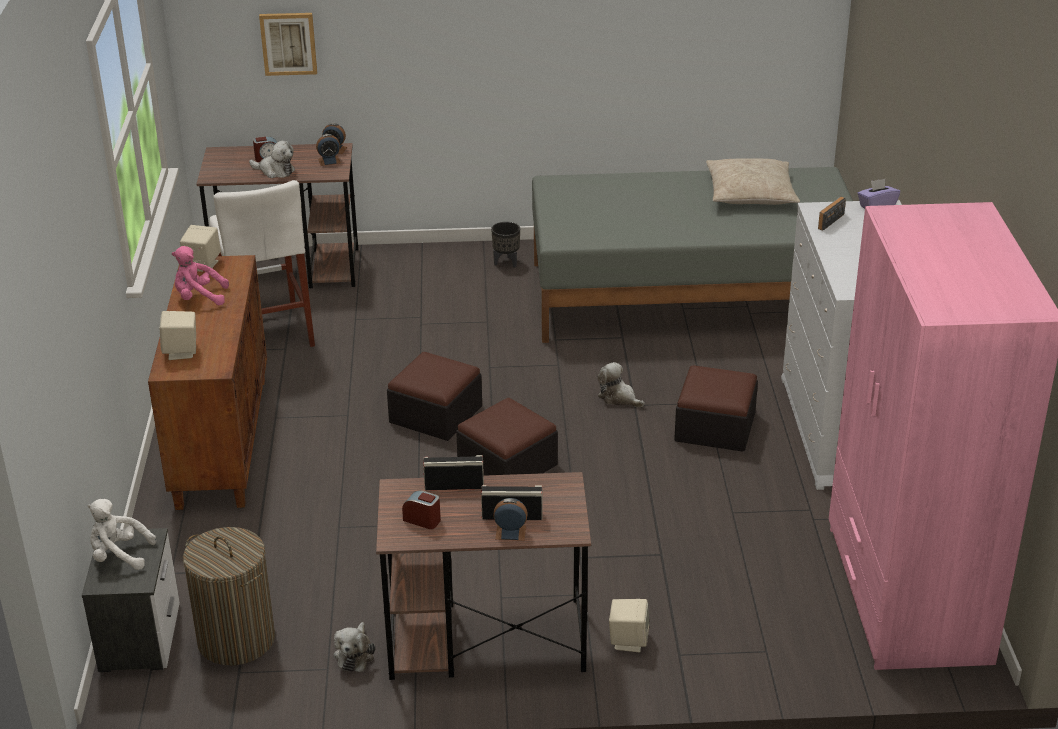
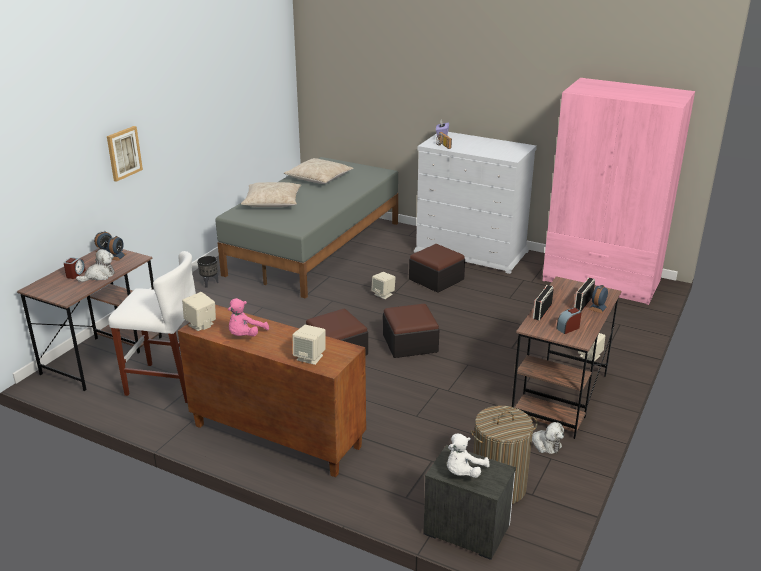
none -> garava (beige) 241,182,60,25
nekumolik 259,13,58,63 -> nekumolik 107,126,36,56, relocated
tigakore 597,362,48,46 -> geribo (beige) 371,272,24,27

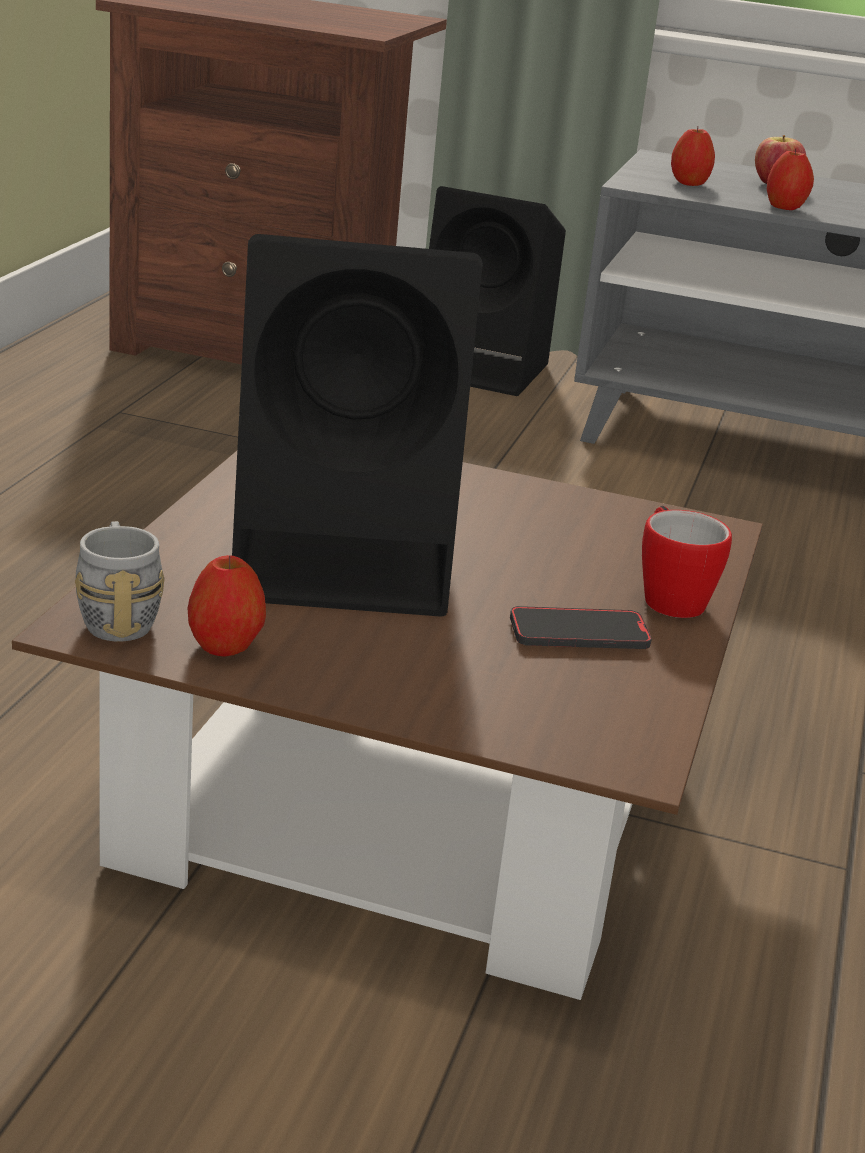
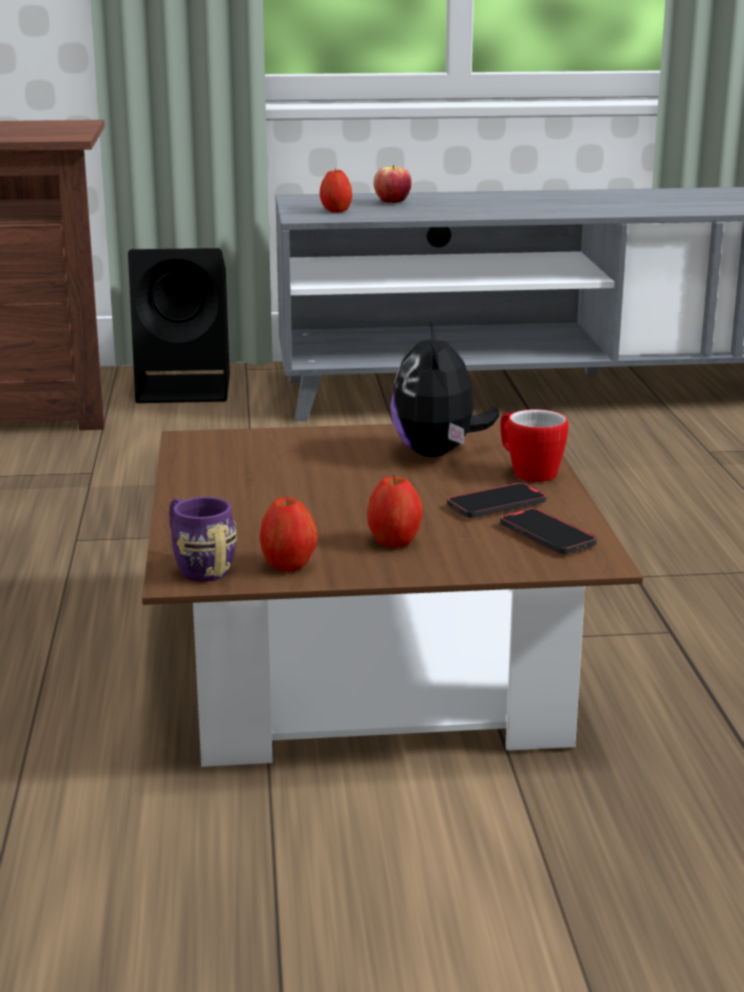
geribo (black) 232,234,251,383 -> none
none -> tigakore 391,322,108,135
none -> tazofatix 500,508,97,46
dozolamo 767,149,47,61 -> dozolamo 367,475,56,72, relocated
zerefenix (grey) 75,521,89,120 -> zerefenix (purple) 169,497,68,85

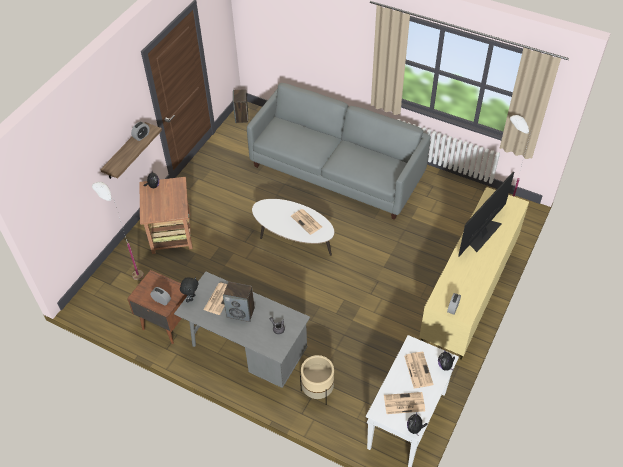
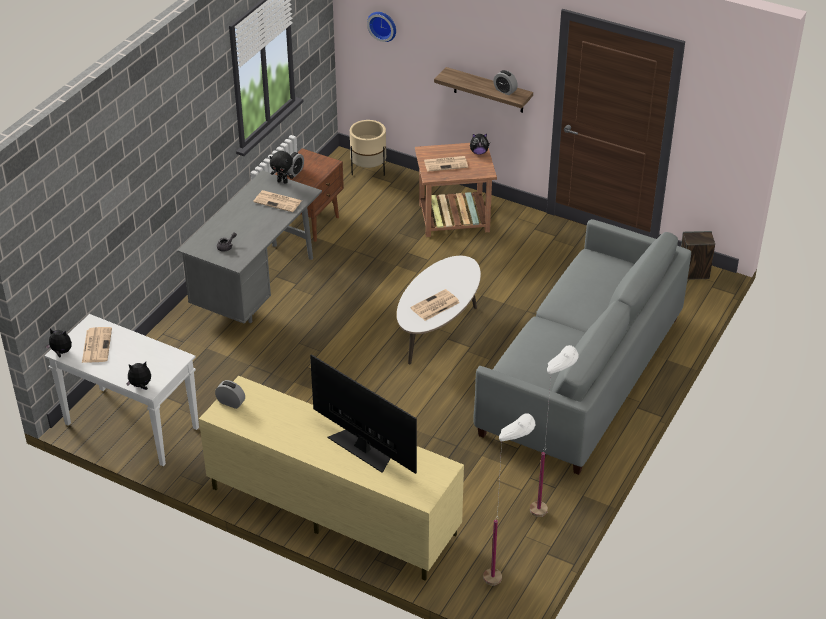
geribo 223,282,32,40 -> none
none -> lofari 367,12,29,30
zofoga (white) 92,182,52,98 -> zofoga (white) 530,345,49,172, relocated
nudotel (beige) 300,355,34,50 -> nudotel (beige) 350,120,36,56, relocated
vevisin 404,352,29,36 -> vevisin 424,156,44,16, relocated

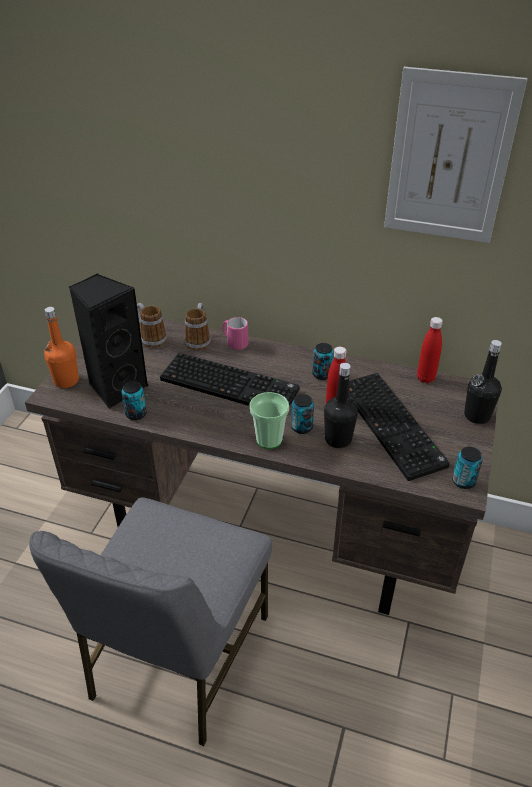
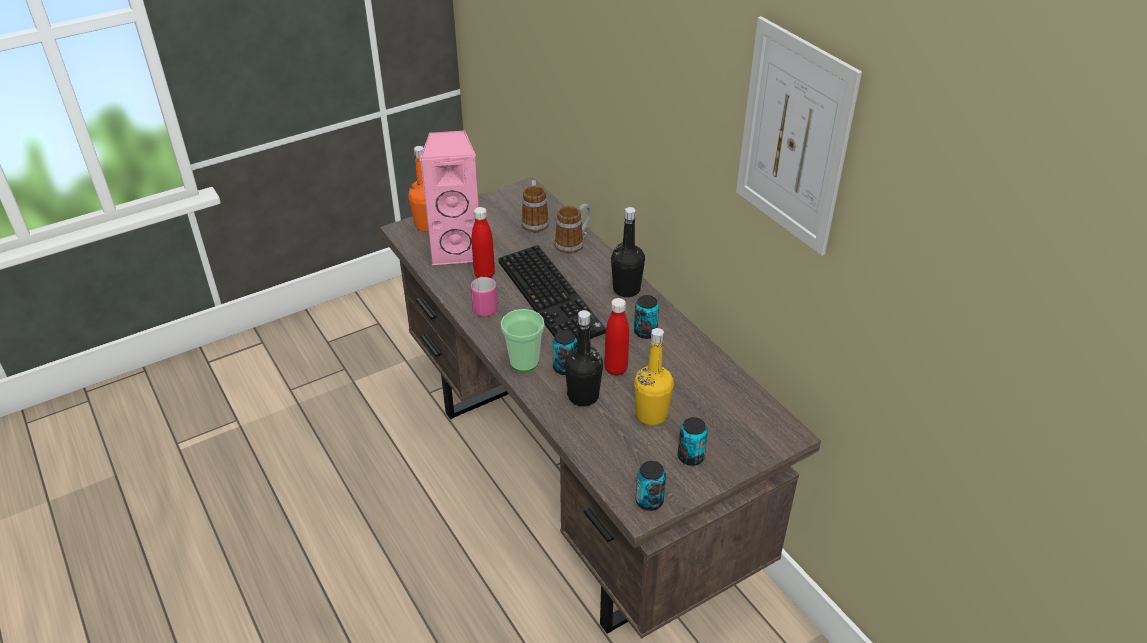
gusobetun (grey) 29,497,243,249 -> none
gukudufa 121,381,26,39 -> gukudufa 678,417,30,49, relocated
zerefenix (pink) 223,317,25,33 -> zerefenix (pink) 471,277,27,40, relocated
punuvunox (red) 417,317,26,66 -> punuvunox (red) 472,207,23,71, relocated
punuvunox (black) 464,340,38,84 -> punuvunox (black) 611,207,34,90, relocated
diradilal 348,373,102,108 -> punuvunox (yellow) 634,328,40,97
geribo (black) 69,274,79,135 -> geribo (pink) 420,130,59,136

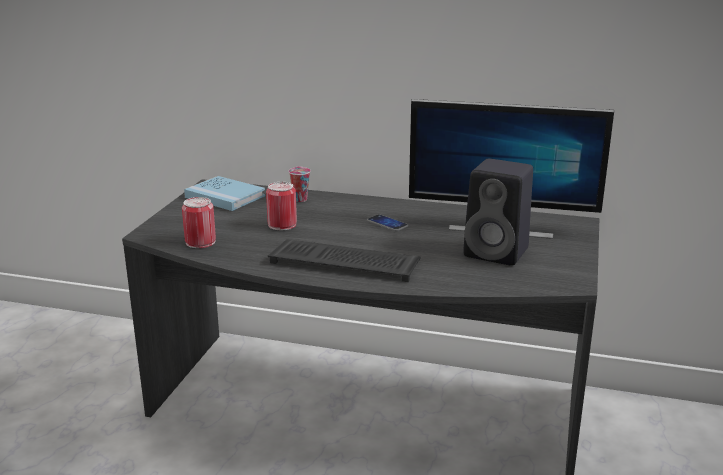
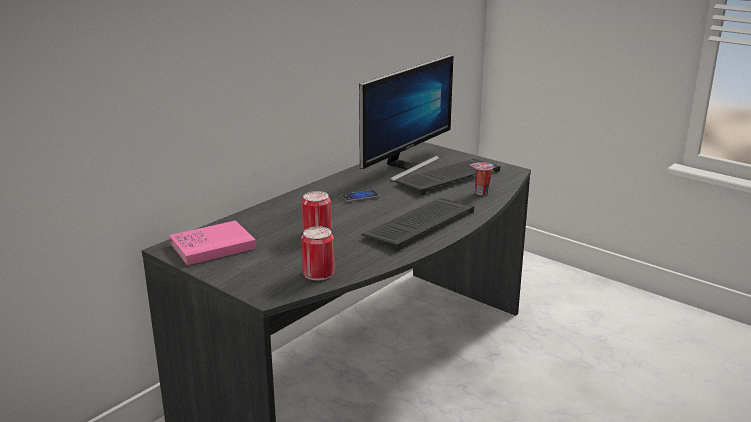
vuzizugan 289,166,22,36 -> vuzizugan 470,162,24,33, relocated
geribo (black) 463,159,70,107 -> diradilal 395,159,106,36
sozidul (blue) 184,176,81,35 -> sozidul (pink) 169,220,87,45

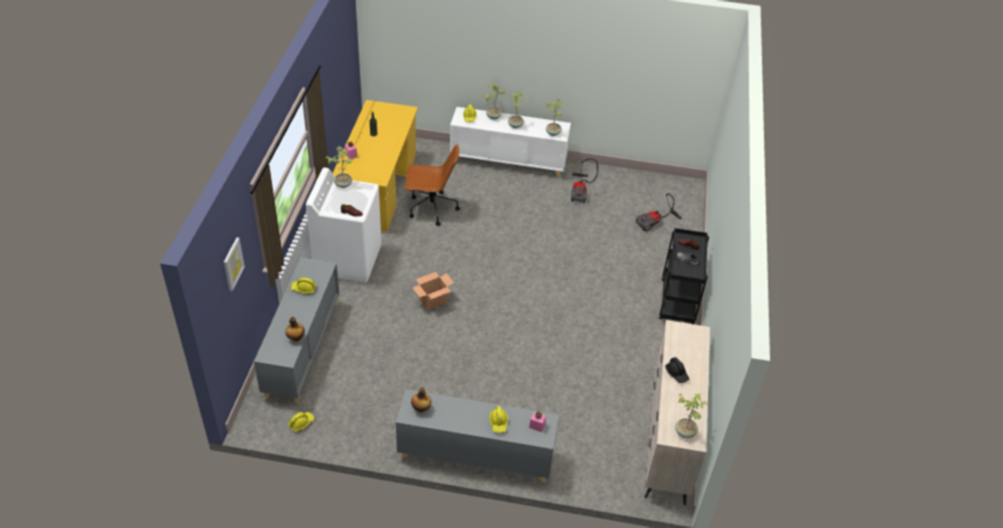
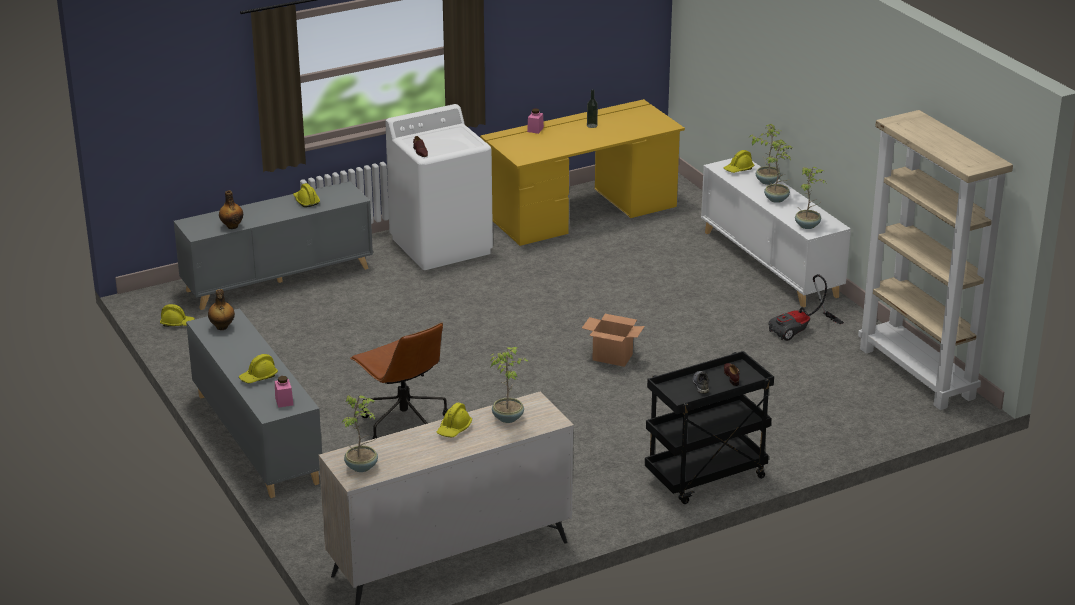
nekumolik 224,237,21,54 -> none
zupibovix 636,193,46,38 -> none
none -> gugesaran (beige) 858,110,155,300
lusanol 325,146,28,42 -> lusanol 490,347,38,76, relocated
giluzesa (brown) 405,144,55,82 -> giluzesa (brown) 350,323,98,116, relocated
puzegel 412,272,42,39 -> puzegel 582,314,63,53, relocated
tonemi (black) 665,357,24,26 -> tonemi (yellow) 437,403,35,34

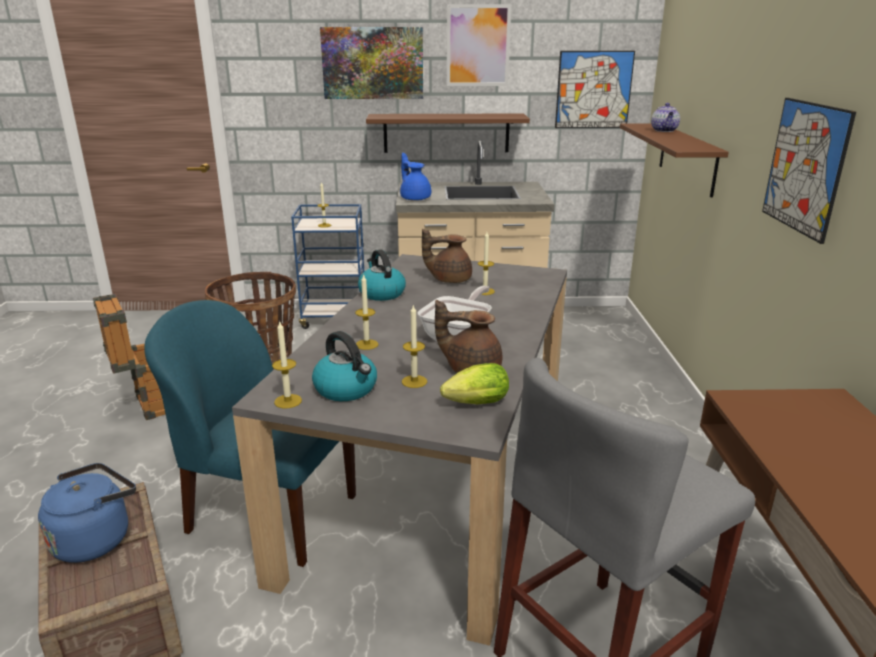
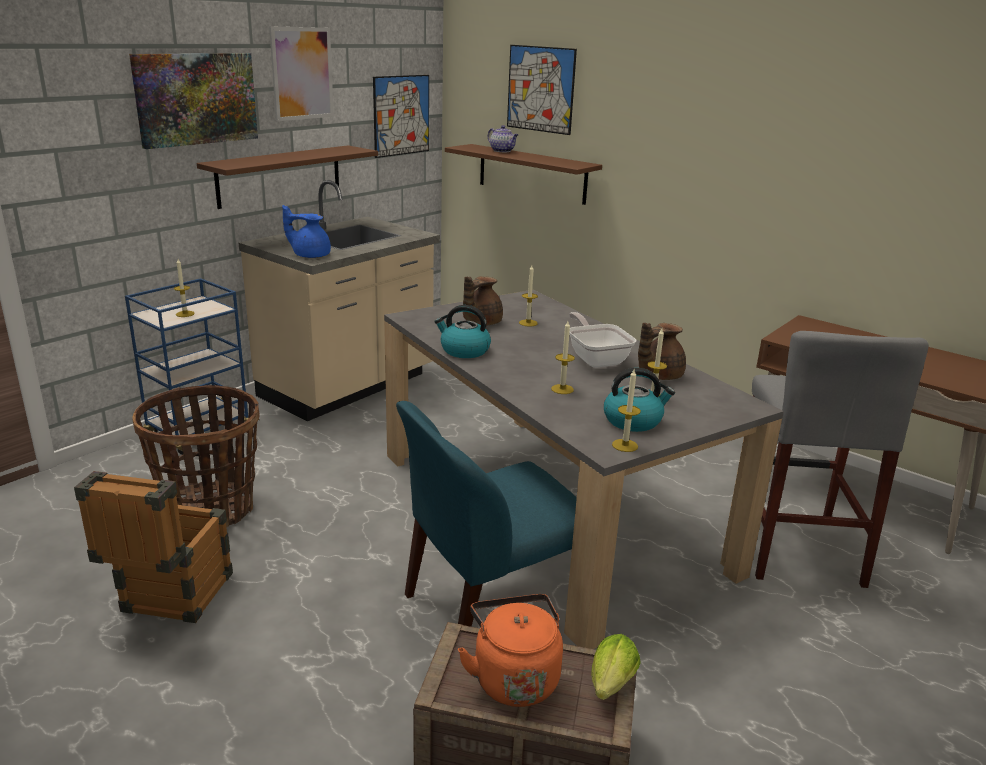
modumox 440,363,69,41 -> modumox 591,634,50,66, relocated
nekumolik 762,98,94,146 -> nekumolik 507,45,70,90, relocated
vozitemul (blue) 38,463,98,100 -> vozitemul (orange) 458,594,105,113

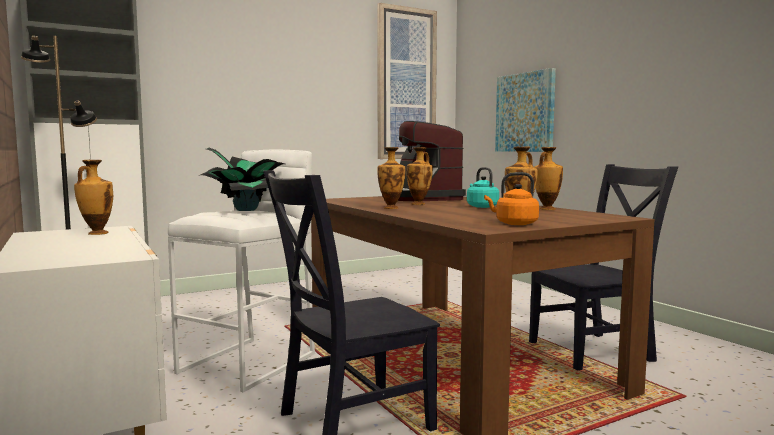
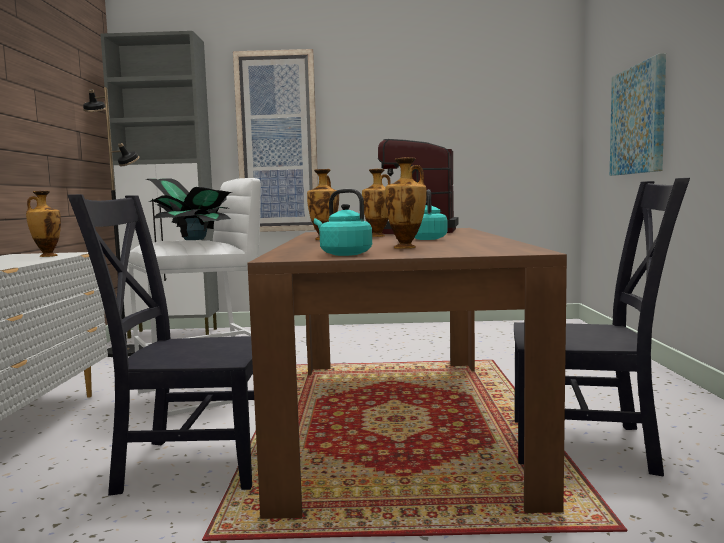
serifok 534,147,29,63 -> none
nekumolik 377,3,60,156 -> nekumolik 233,49,85,183, relocated
vozitemul (orange) 484,172,55,53 -> vozitemul (turquoise) 314,189,58,67

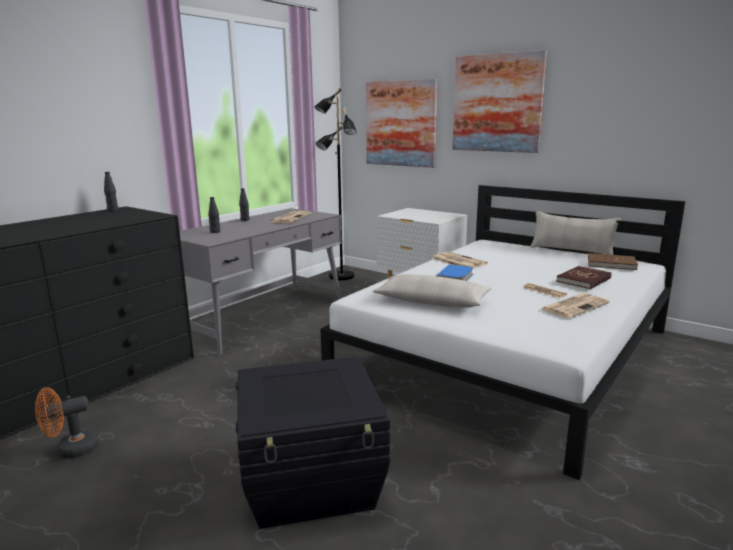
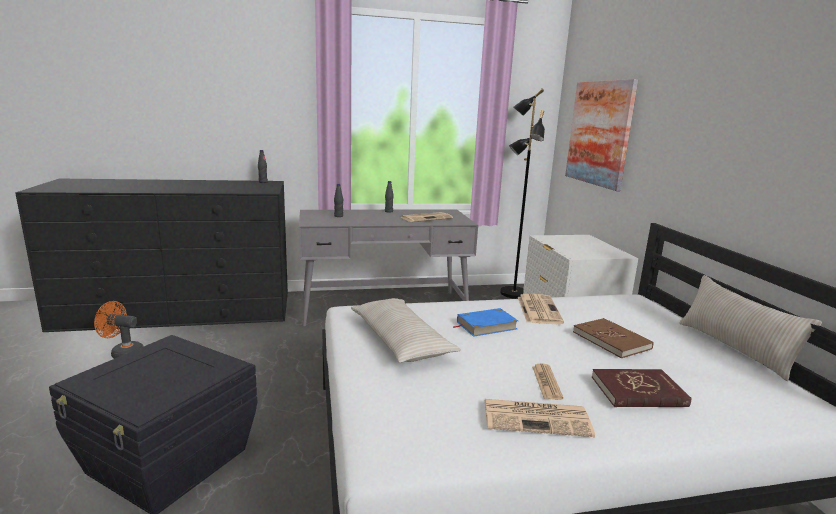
nekumolik 452,50,95,103 -> none
sozidul (brown) 588,253,50,17 -> sozidul (brown) 573,318,81,40, relocated

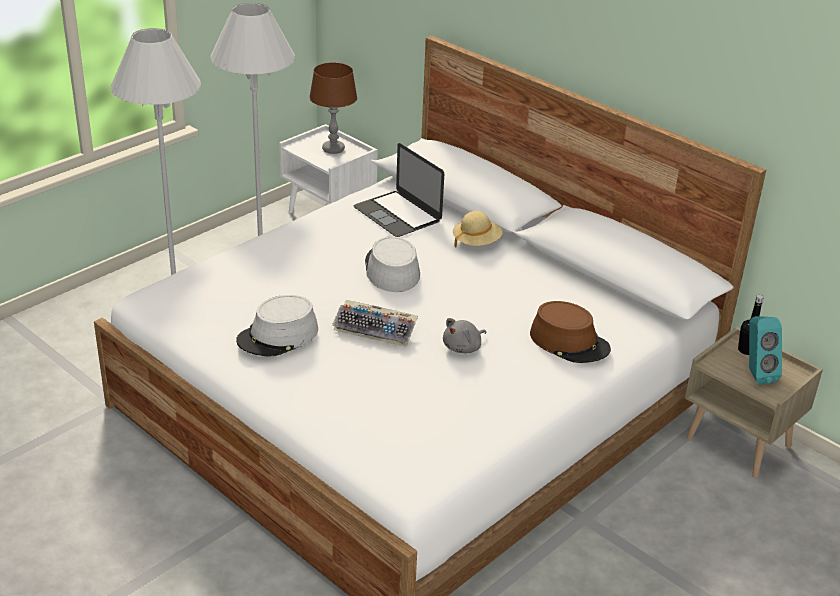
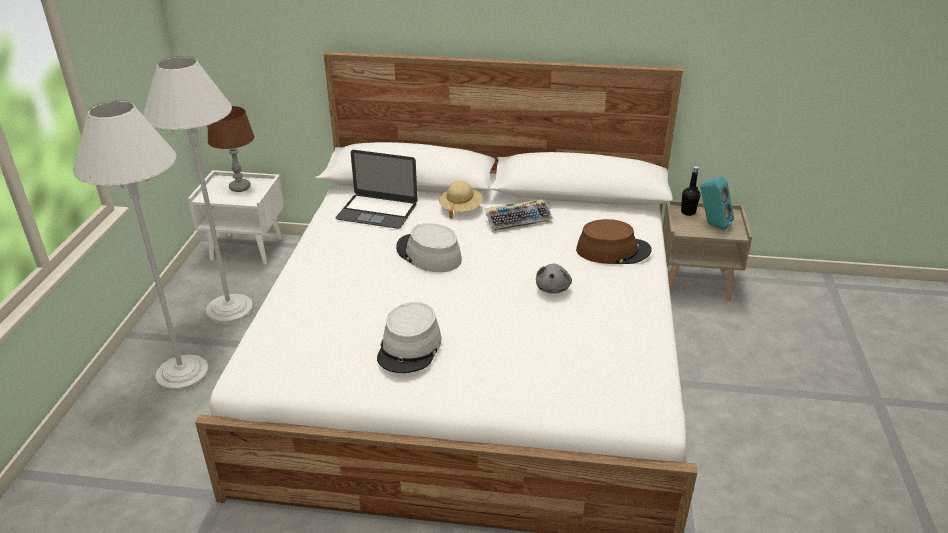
diradilal 332,300,86,47 -> diradilal 484,199,69,34, relocated

